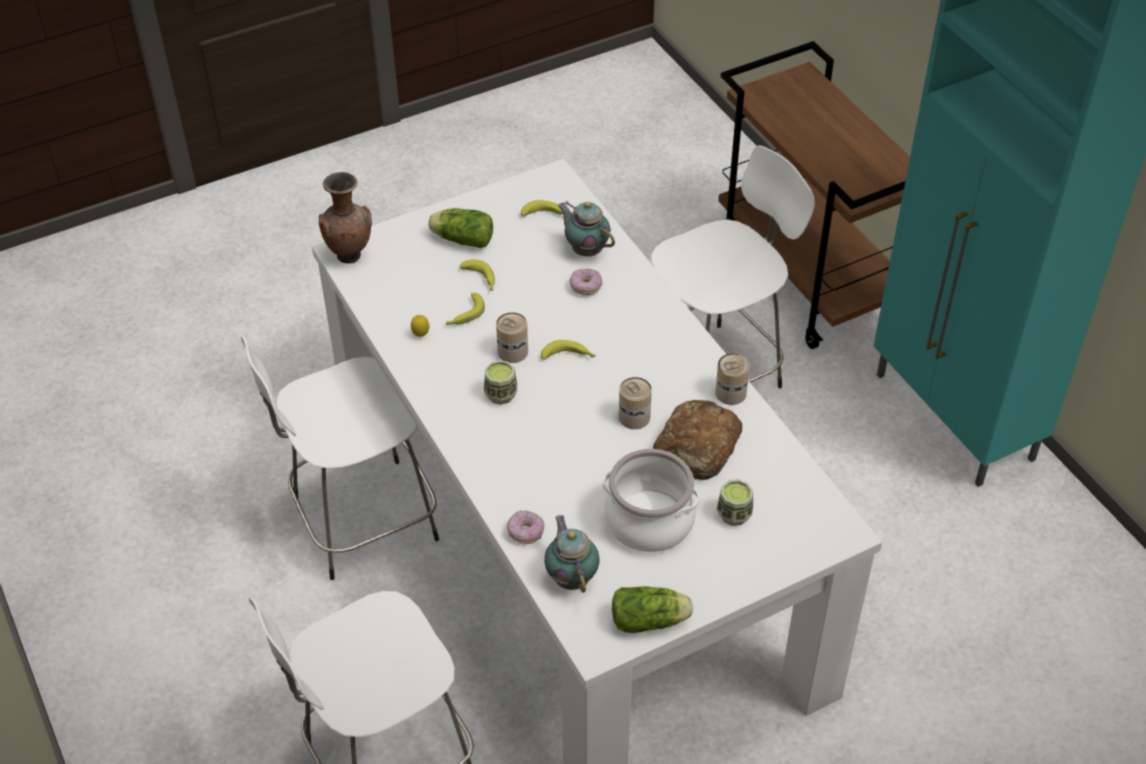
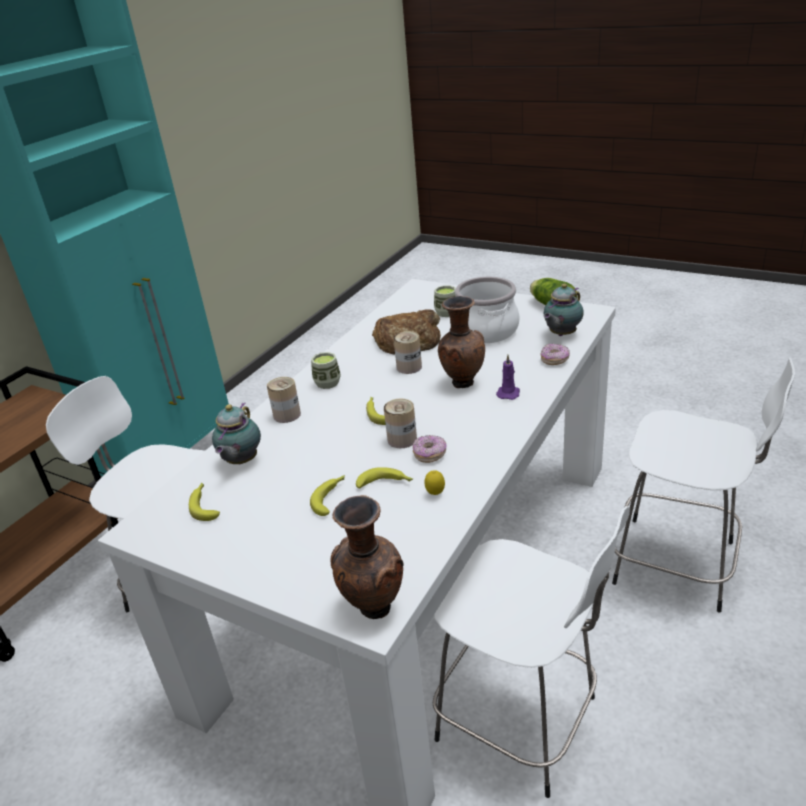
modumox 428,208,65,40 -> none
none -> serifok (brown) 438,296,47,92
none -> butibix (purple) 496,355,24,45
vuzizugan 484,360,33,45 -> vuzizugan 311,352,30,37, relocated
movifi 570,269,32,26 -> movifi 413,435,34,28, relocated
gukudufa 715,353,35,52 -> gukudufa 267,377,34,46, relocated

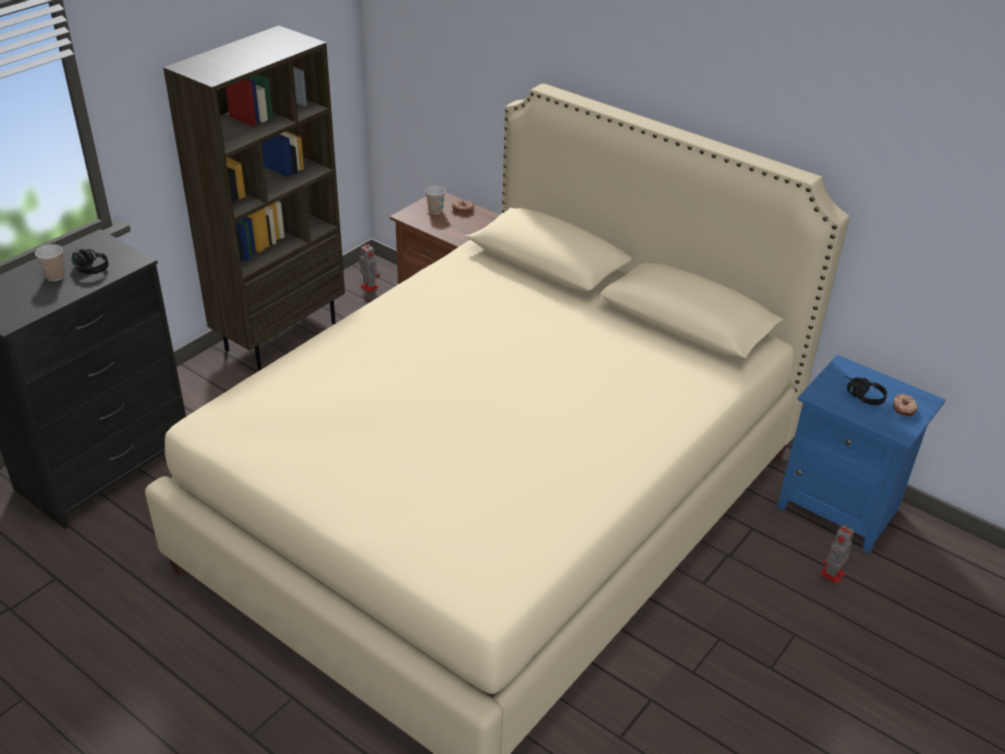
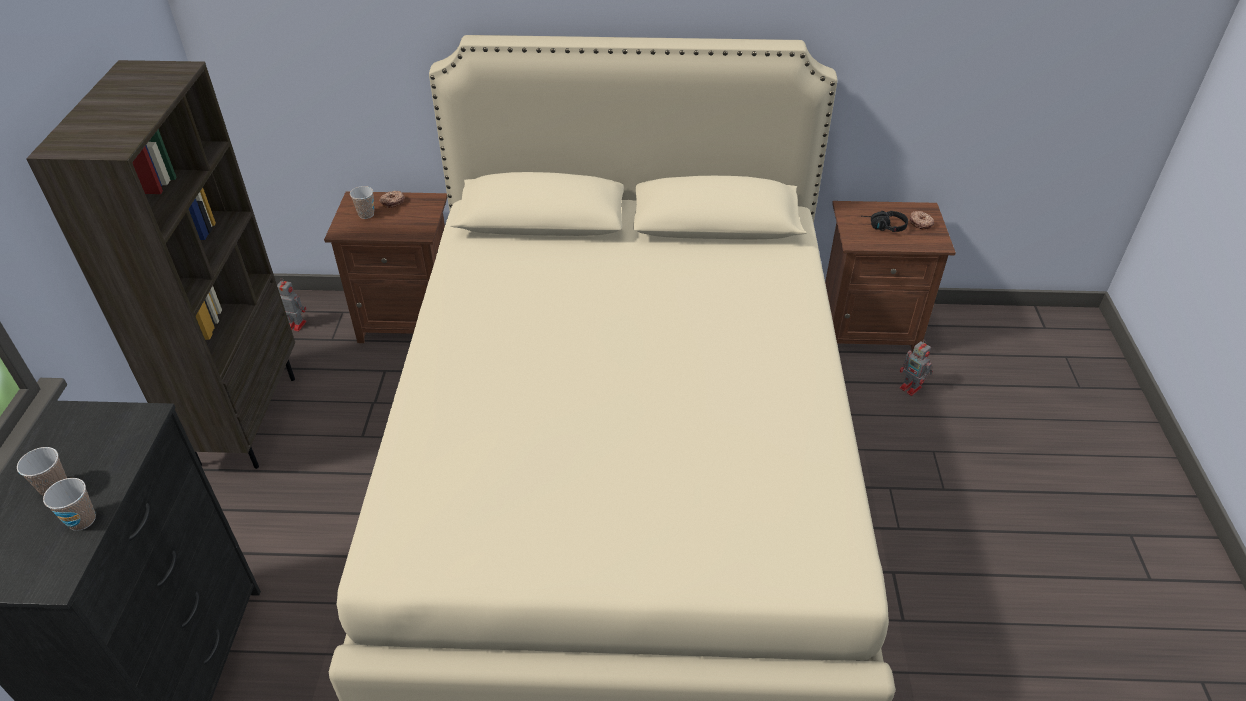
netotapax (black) 72,249,36,25 -> none
none -> vuzizugan 43,478,53,53
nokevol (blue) 777,355,168,198 -> nokevol (brown) 825,201,131,152
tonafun 820,524,34,60 -> tonafun 900,340,33,56, 45 degrees counterclockwise

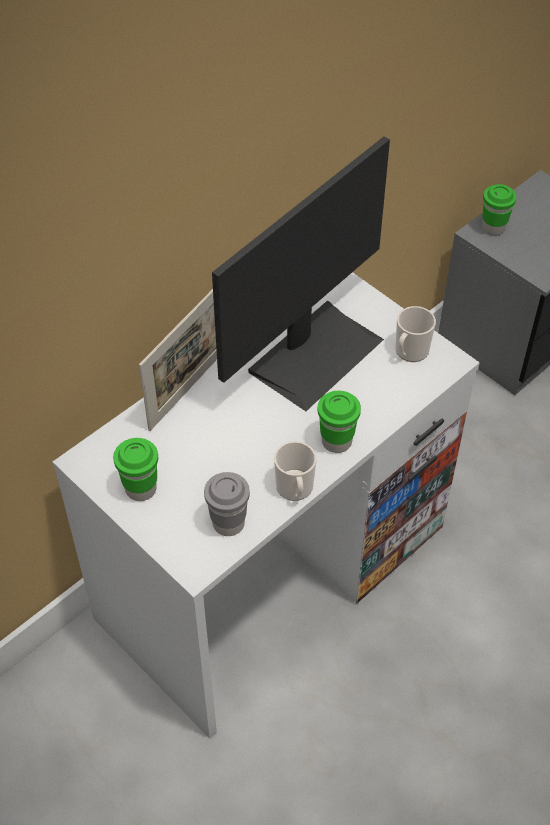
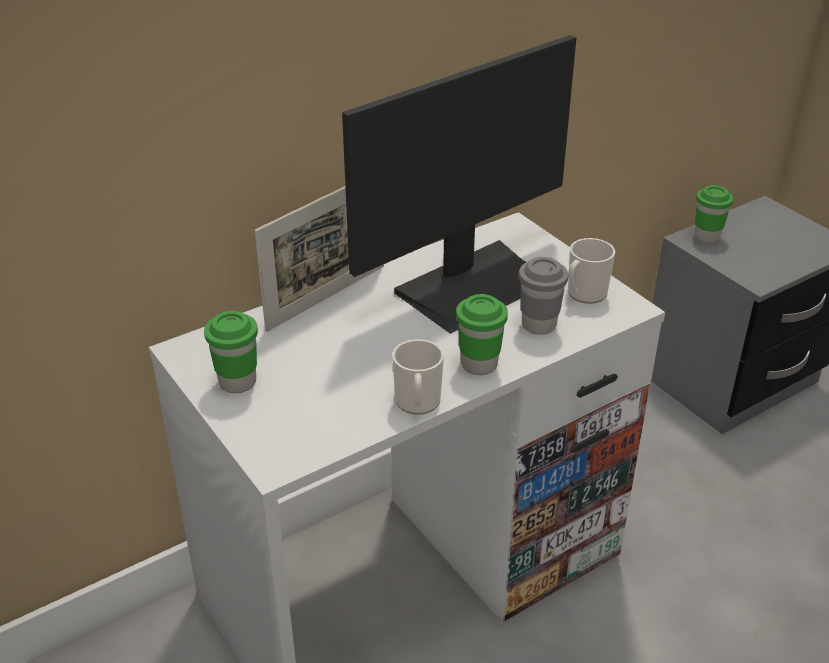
vuzizugan (grey) 204,472,46,64 -> vuzizugan (grey) 519,257,49,78, relocated

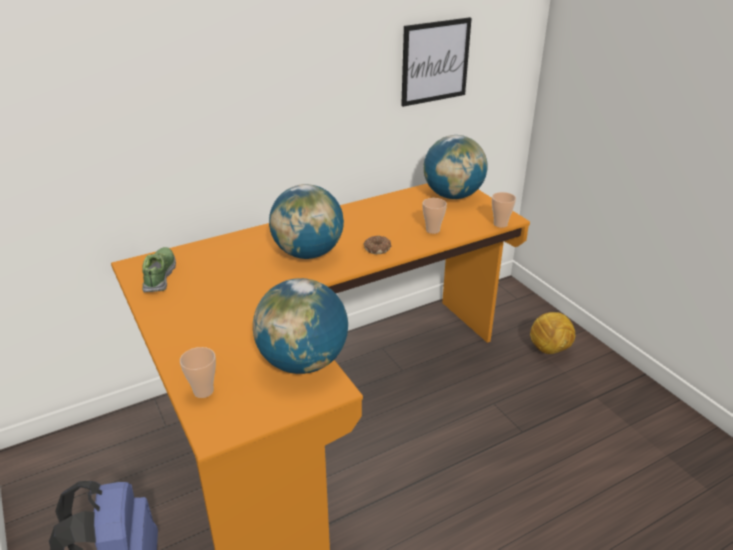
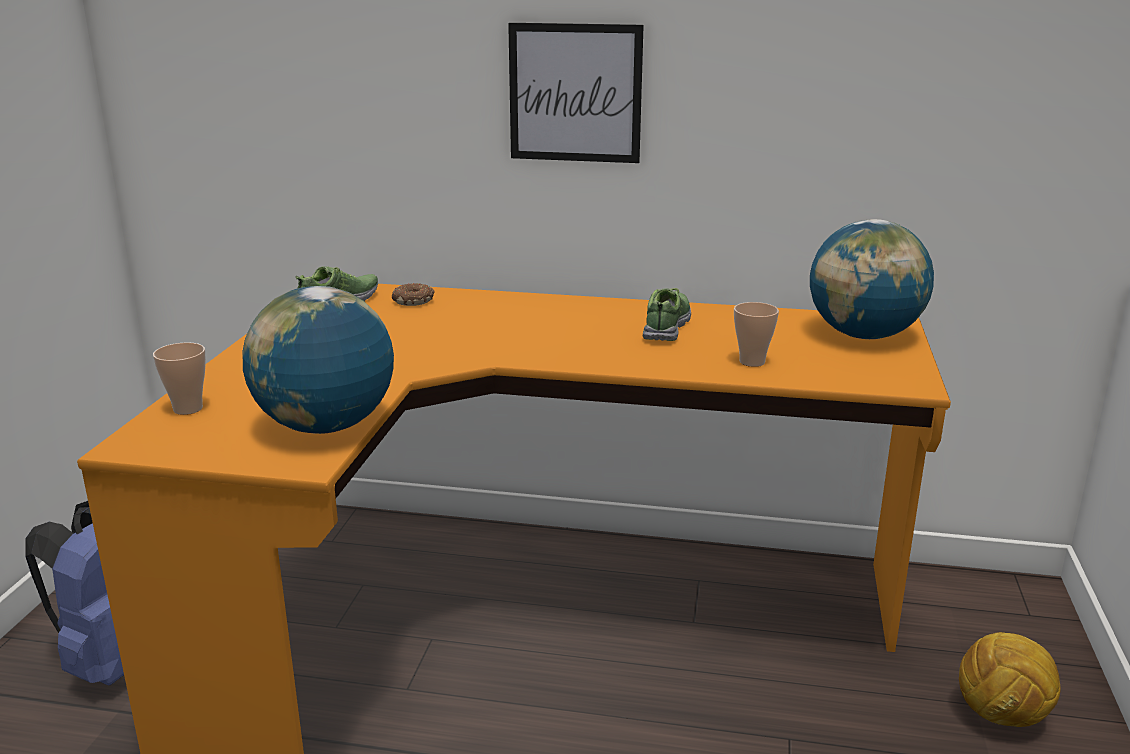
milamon 269,184,75,75 -> none
vuzizugan 492,192,24,36 -> none
none -> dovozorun 643,288,48,53
movifi 364,236,27,18 -> movifi 392,283,43,23, relocated
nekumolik 401,17,71,90 -> nekumolik 508,23,136,140, relocated

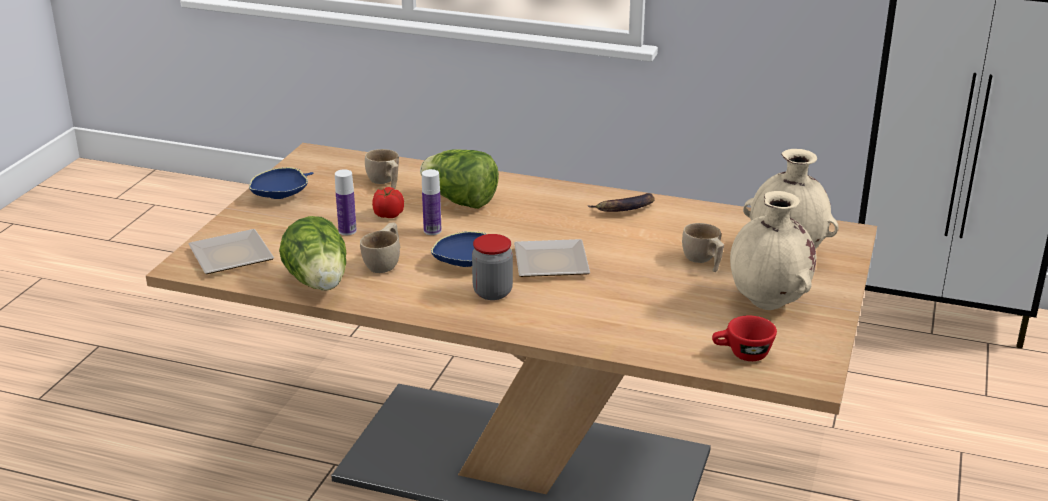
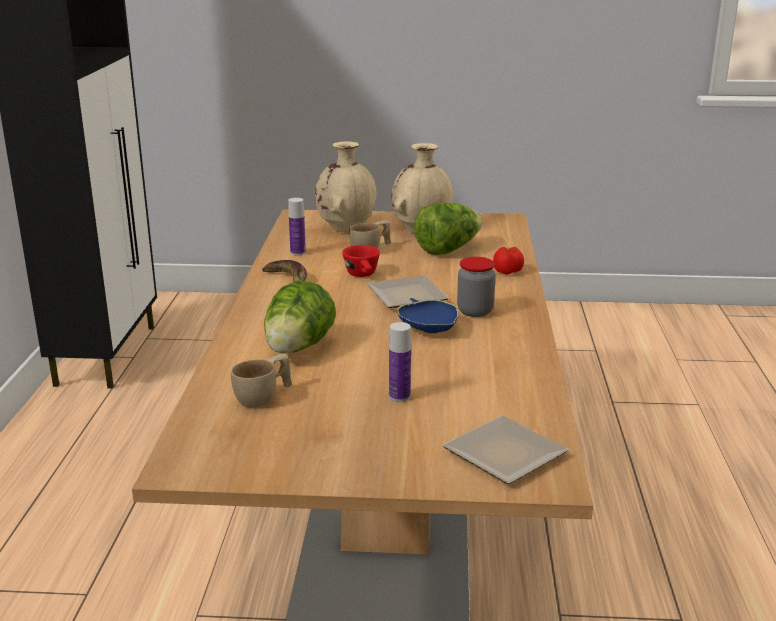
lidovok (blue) 249,167,65,32 -> none
vuzizugan (beige) 360,222,40,51 -> none
modumox 279,216,67,75 -> modumox 414,203,68,52, relocated
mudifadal 372,187,32,31 -> mudifadal 493,247,31,28, relocated
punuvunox 422,169,20,66 -> punuvunox 288,198,18,57, relocated
vuzizugan (red) 712,316,65,45 -> vuzizugan (red) 342,245,38,32, relocated

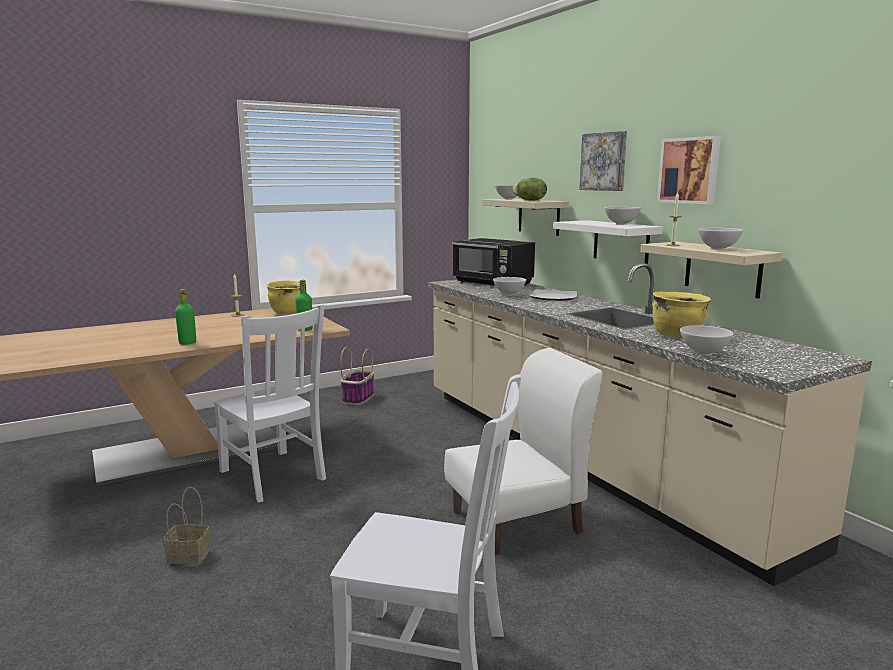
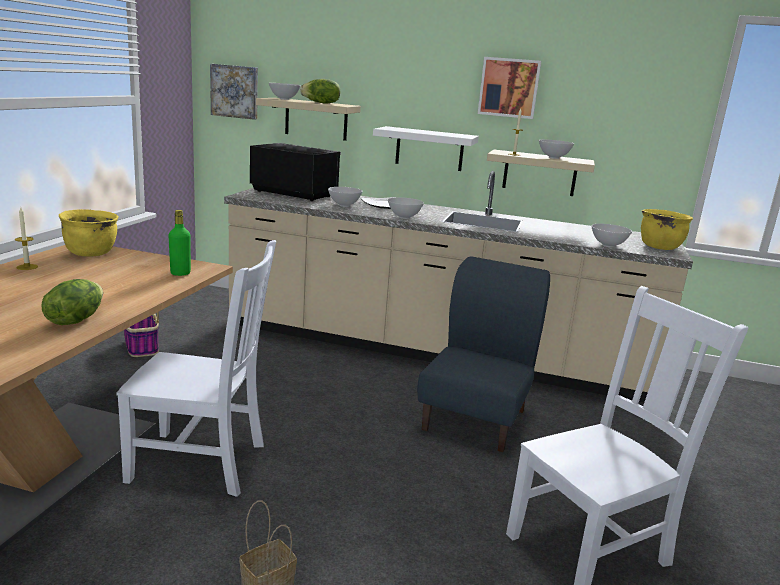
nekumolik 579,131,48,60 -> nekumolik 210,64,48,56, relocated
lidovok (white) 604,207,37,18 -> lidovok (white) 388,197,36,22, relocated
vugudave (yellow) 653,291,58,47 -> vugudave (yellow) 641,209,52,41, relocated
punuvunox (green) 175,289,21,56 -> modumox 42,279,61,46
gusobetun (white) 444,348,159,207 -> gusobetun (blue) 417,256,133,196
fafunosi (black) 452,238,83,48 -> fafunosi (black) 250,143,91,58, 150 degrees counterclockwise

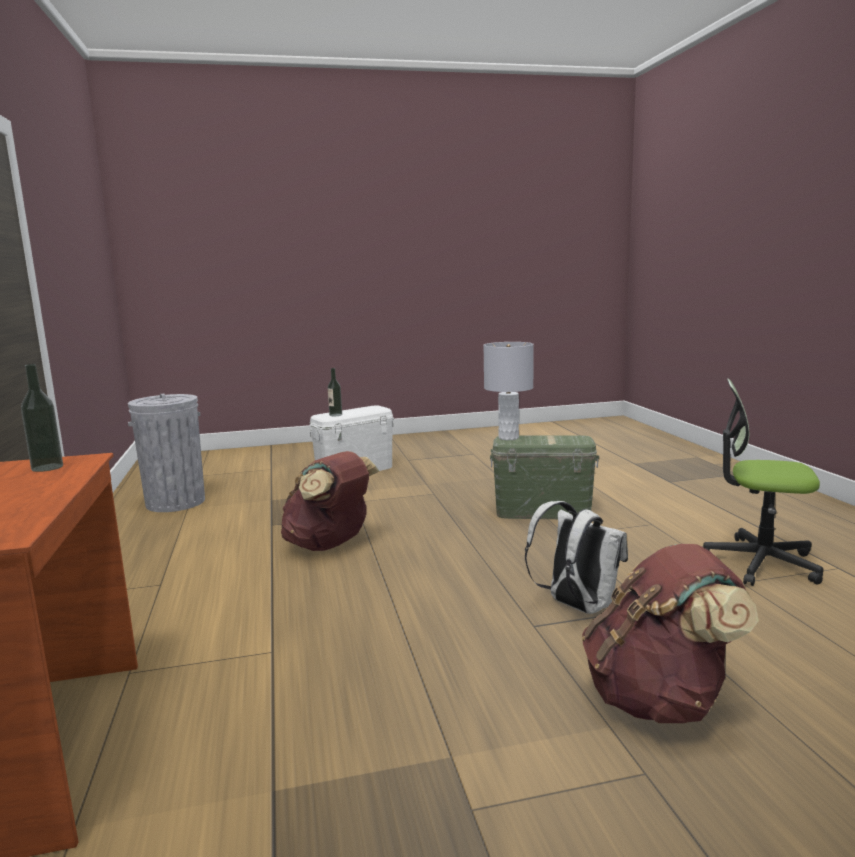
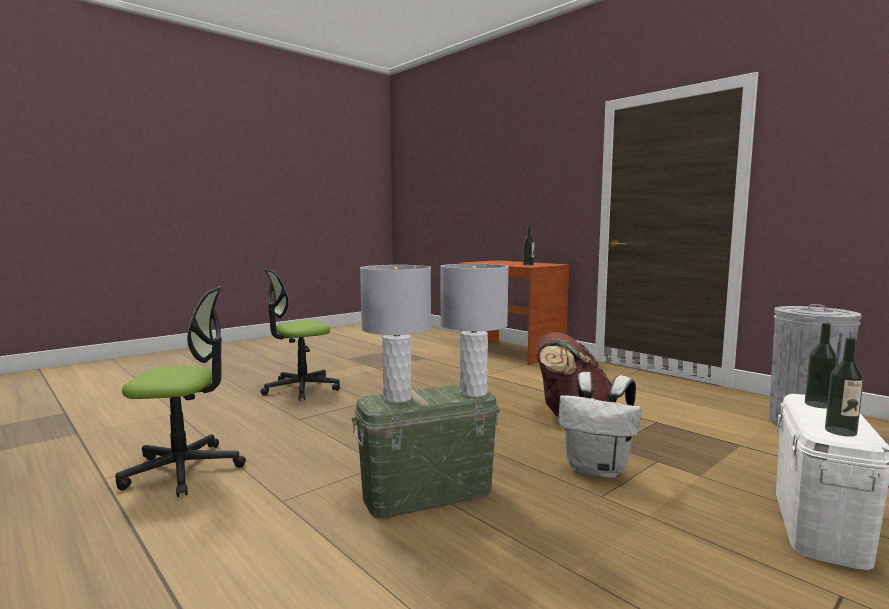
none -> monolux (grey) 360,265,71,138
none -> punuvunox 825,337,39,100
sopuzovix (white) 525,501,103,113 -> sopuzovix (white) 558,372,83,107, relocated
sopuzovix (brown) 582,543,177,180 -> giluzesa 260,269,80,132

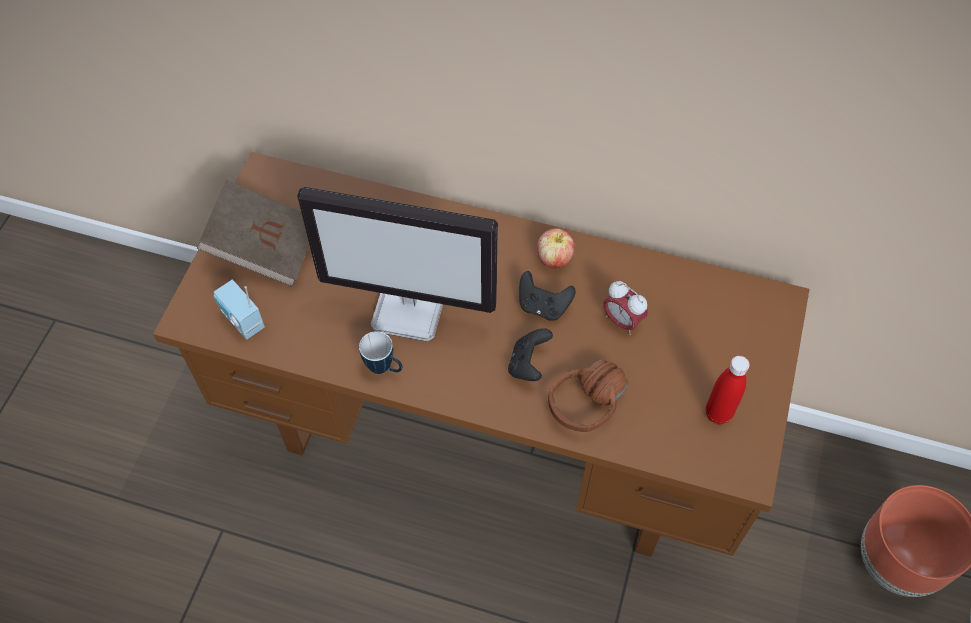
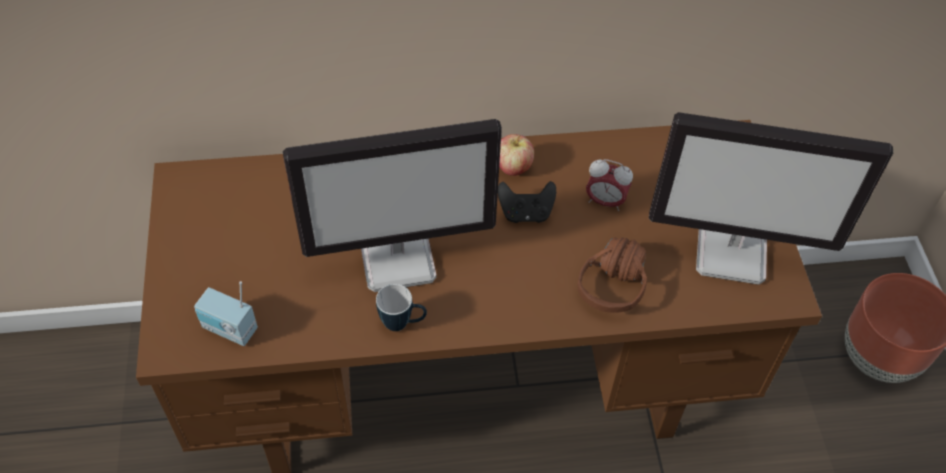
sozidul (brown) 197,180,112,107 -> none
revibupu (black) 508,328,45,53 -> none
punuvunox (red) 706,356,44,69 -> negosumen 649,112,244,173

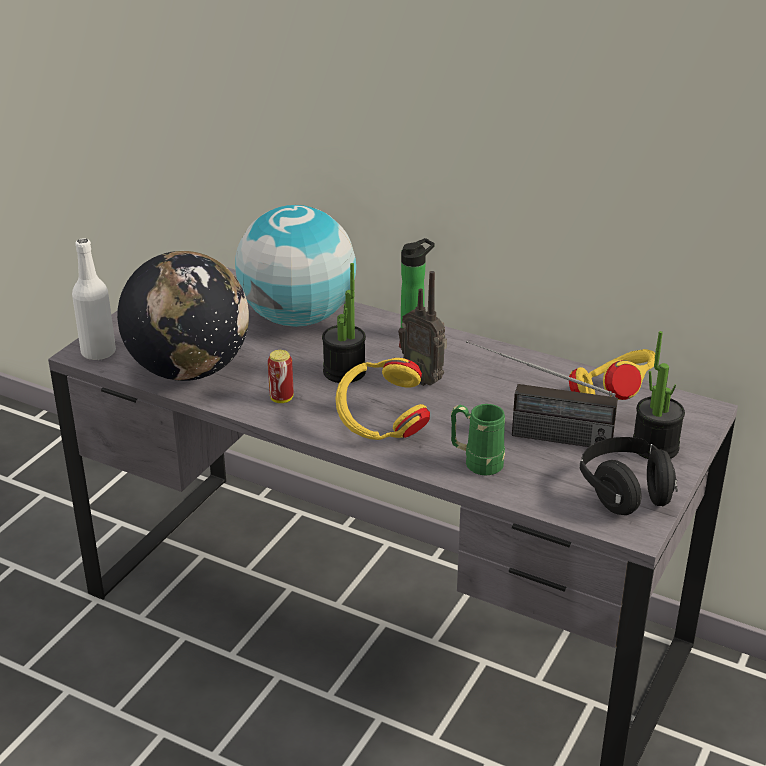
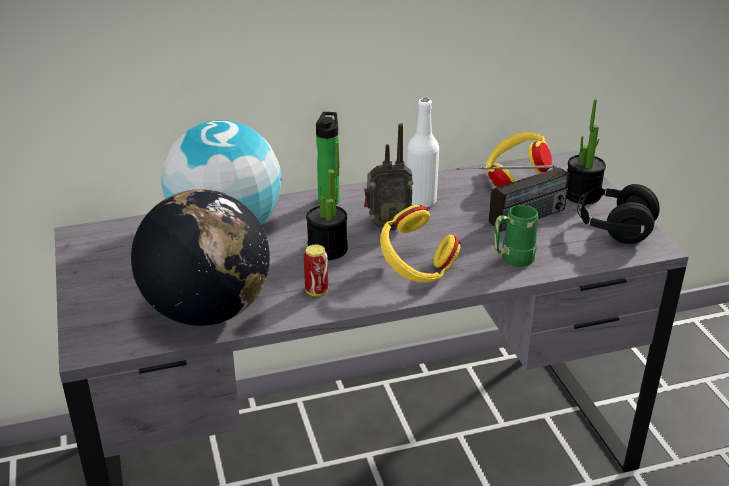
punuvunox (white) 72,238,44,122 -> punuvunox (white) 407,98,32,110, relocated

